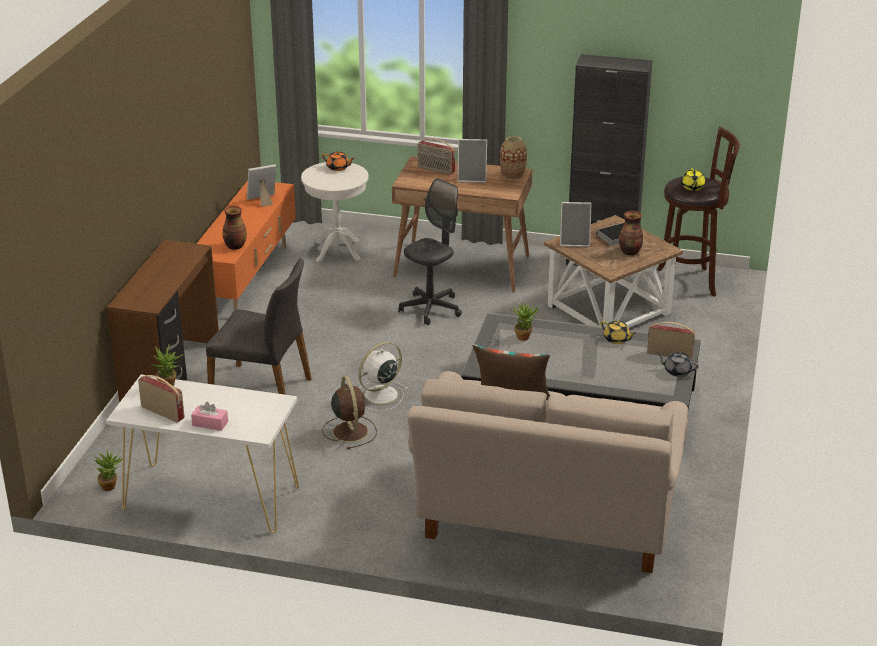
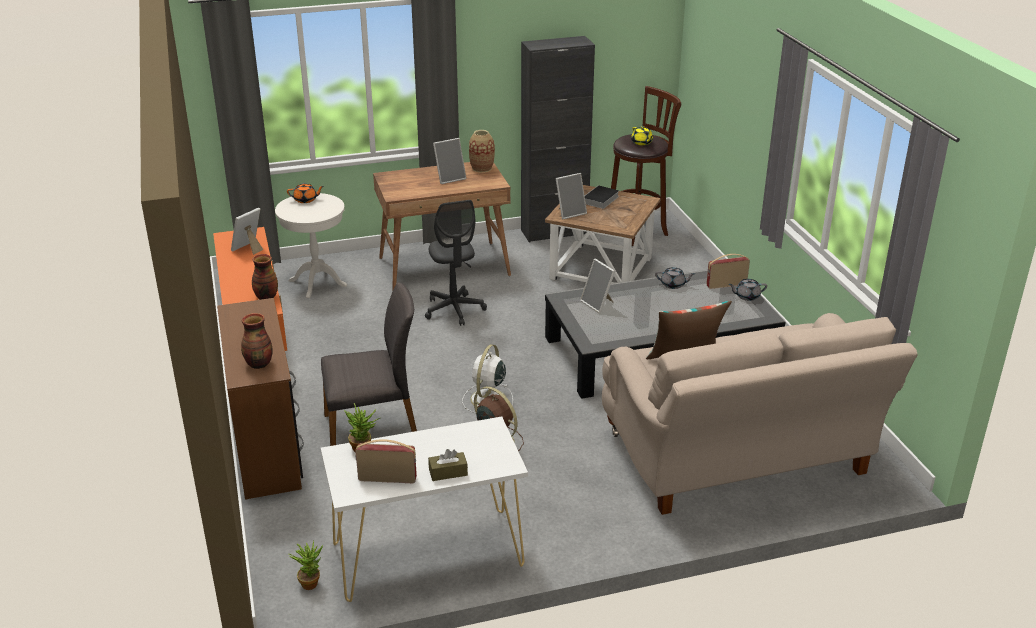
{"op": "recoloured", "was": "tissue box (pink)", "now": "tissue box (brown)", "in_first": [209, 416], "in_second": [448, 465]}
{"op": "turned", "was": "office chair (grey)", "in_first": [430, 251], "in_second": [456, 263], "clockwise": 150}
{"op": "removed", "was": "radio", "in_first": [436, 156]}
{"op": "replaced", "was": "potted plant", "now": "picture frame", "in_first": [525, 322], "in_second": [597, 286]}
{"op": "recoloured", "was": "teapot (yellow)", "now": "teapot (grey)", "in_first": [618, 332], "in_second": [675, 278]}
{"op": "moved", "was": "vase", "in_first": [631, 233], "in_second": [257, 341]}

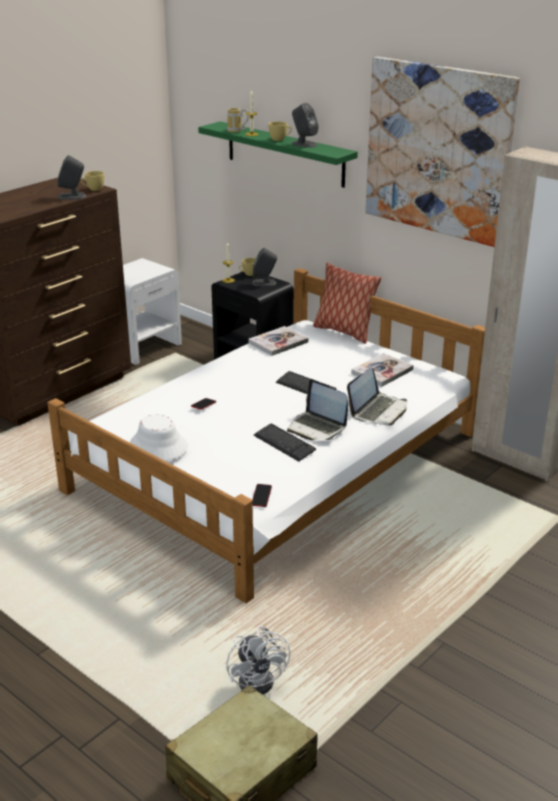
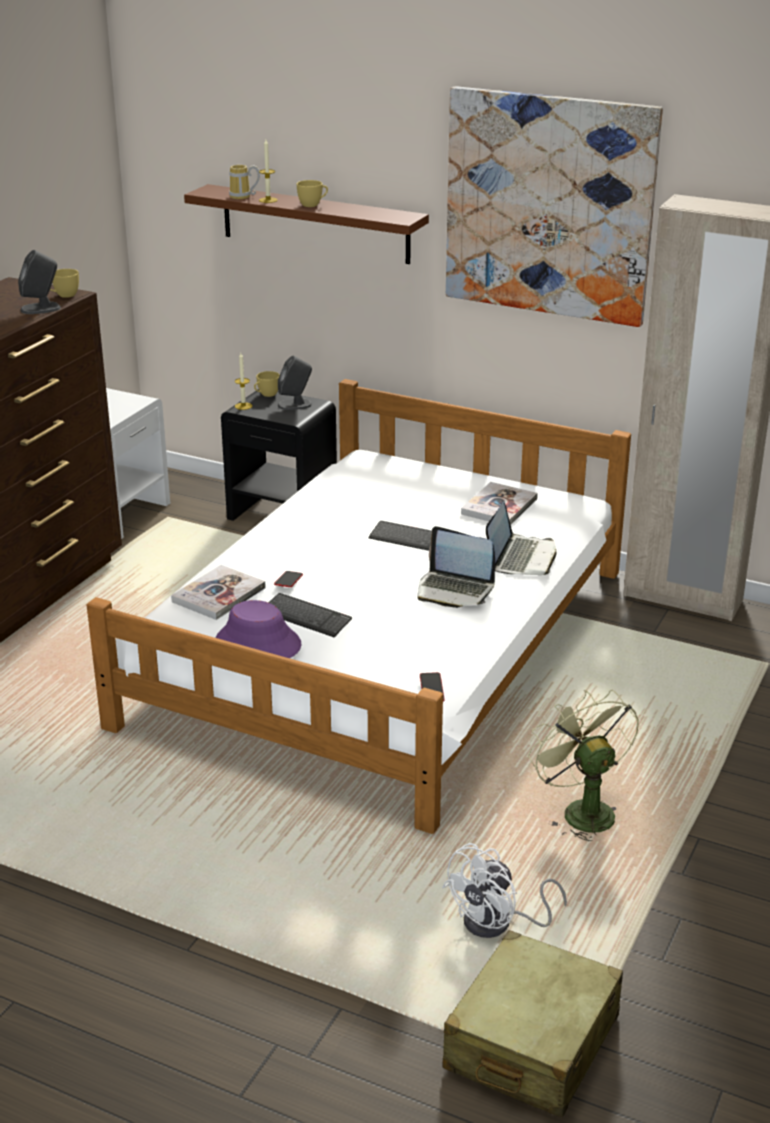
{"op": "recoloured", "was": "hat (white)", "now": "hat (purple)", "in_first": [159, 437], "in_second": [259, 629]}
{"op": "recoloured", "was": "shelf (green)", "now": "shelf (brown)", "in_first": [278, 154], "in_second": [306, 224]}
{"op": "turned", "was": "fan (white)", "in_first": [258, 660], "in_second": [504, 890], "clockwise": 75}
{"op": "moved", "was": "book", "in_first": [278, 341], "in_second": [218, 592]}
{"op": "moved", "was": "keyboard", "in_first": [285, 443], "in_second": [310, 615]}
{"op": "removed", "was": "speaker (grey)", "in_first": [305, 125]}
{"op": "removed", "was": "pillow", "in_first": [347, 303]}
{"op": "added", "now": "fan (green)", "in_second": [583, 766]}

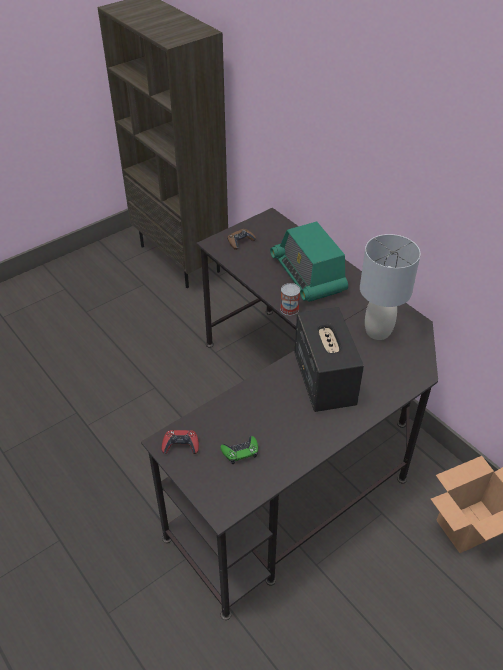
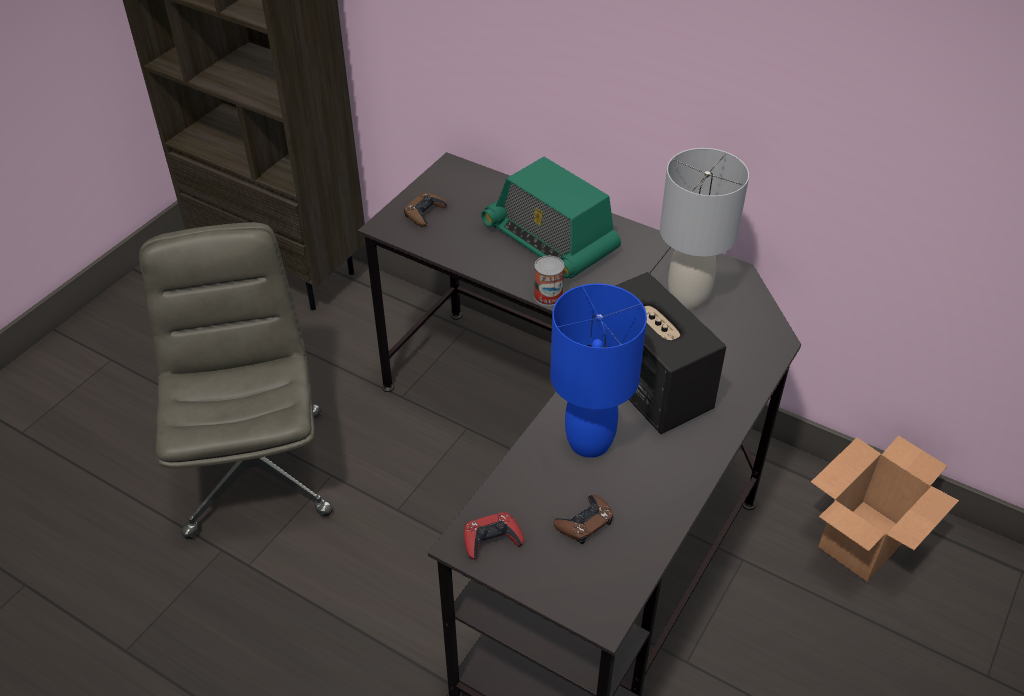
{"op": "recoloured", "was": "game controller (green)", "now": "game controller (brown)", "in_first": [239, 450], "in_second": [583, 519]}
{"op": "added", "now": "office chair (grey)", "in_second": [235, 380]}
{"op": "added", "now": "table lamp (blue)", "in_second": [598, 371]}

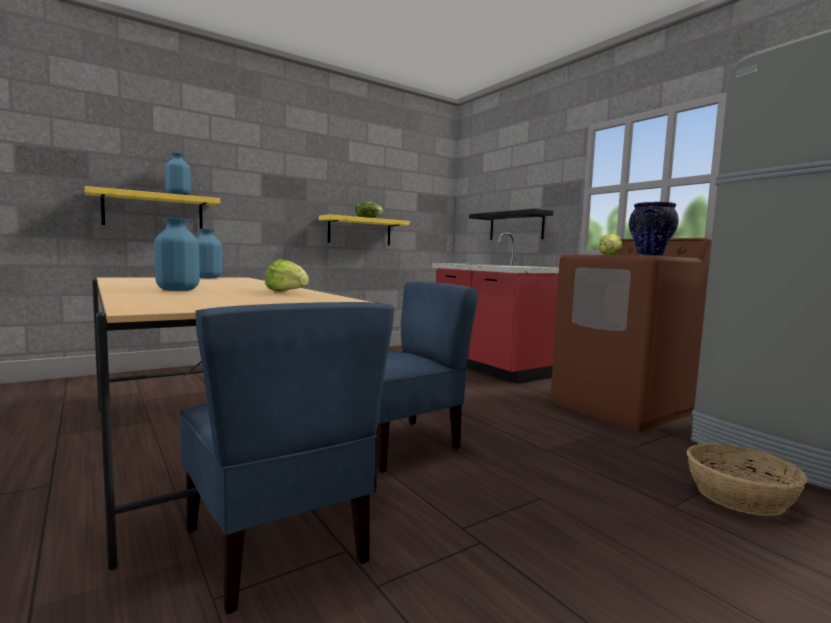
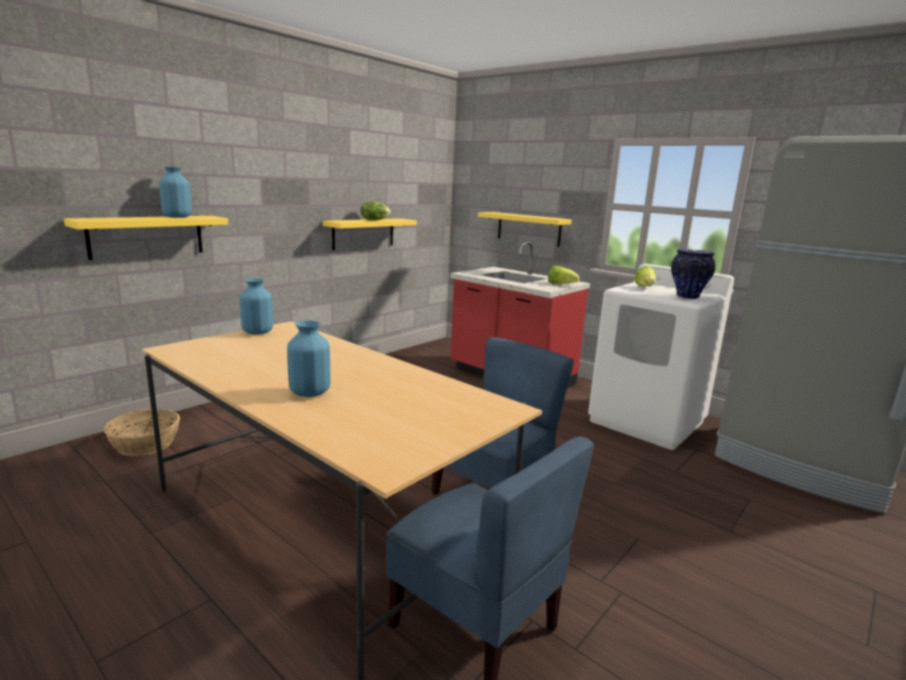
{"op": "moved", "was": "lettuce", "in_first": [287, 275], "in_second": [564, 274]}
{"op": "recoloured", "was": "shelf (black)", "now": "shelf (yellow)", "in_first": [511, 224], "in_second": [525, 229]}
{"op": "recoloured", "was": "washing machine (brown)", "now": "washing machine (white)", "in_first": [631, 335], "in_second": [661, 357]}
{"op": "moved", "was": "basket", "in_first": [747, 479], "in_second": [142, 432]}

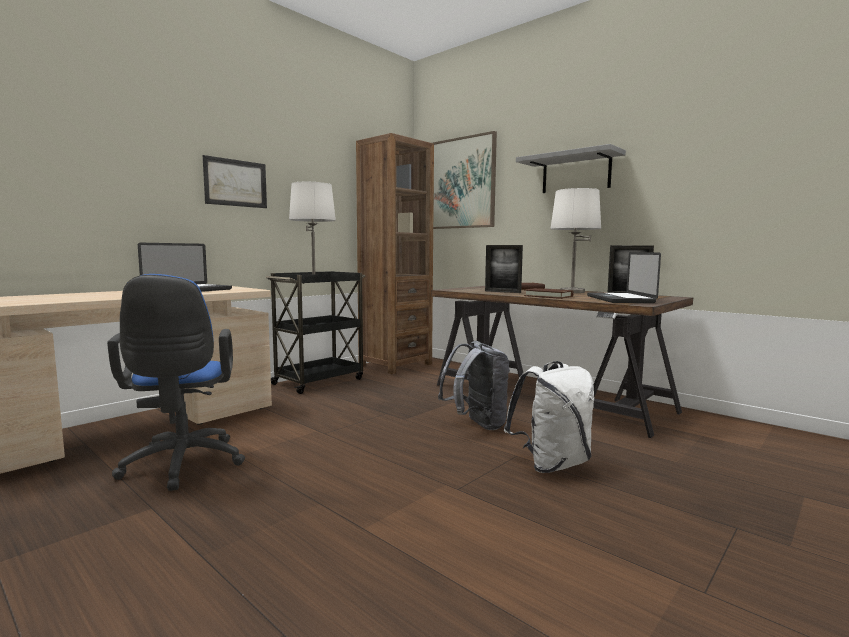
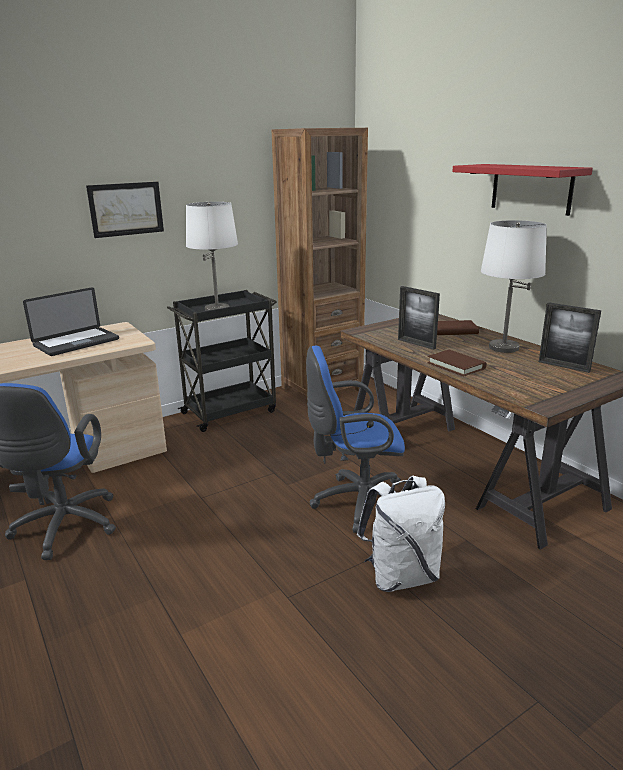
{"op": "removed", "was": "picture", "in_first": [465, 180]}
{"op": "replaced", "was": "backpack (grey)", "now": "office chair (blue)", "in_first": [474, 385], "in_second": [355, 439]}
{"op": "recoloured", "was": "shelf (grey)", "now": "shelf (red)", "in_first": [571, 168], "in_second": [522, 190]}
{"op": "removed", "was": "laptop", "in_first": [624, 277]}

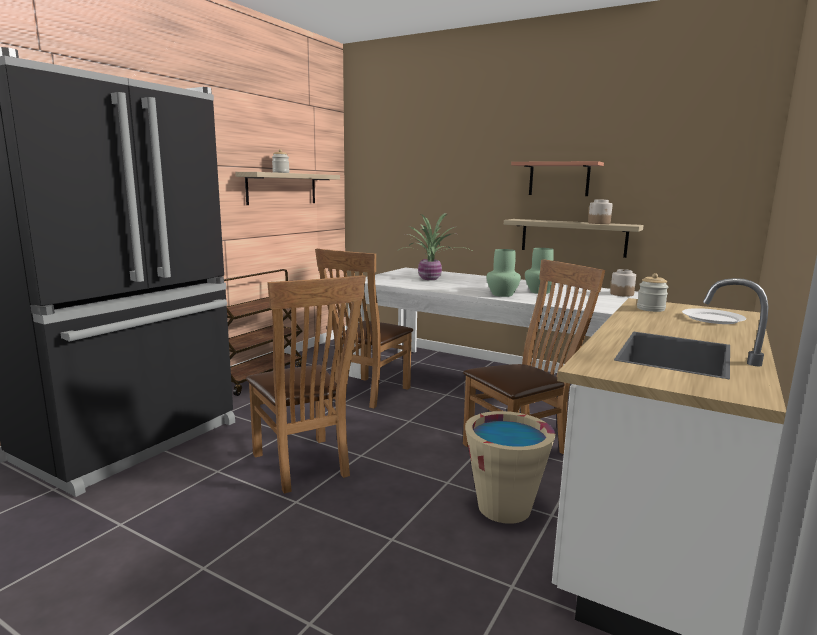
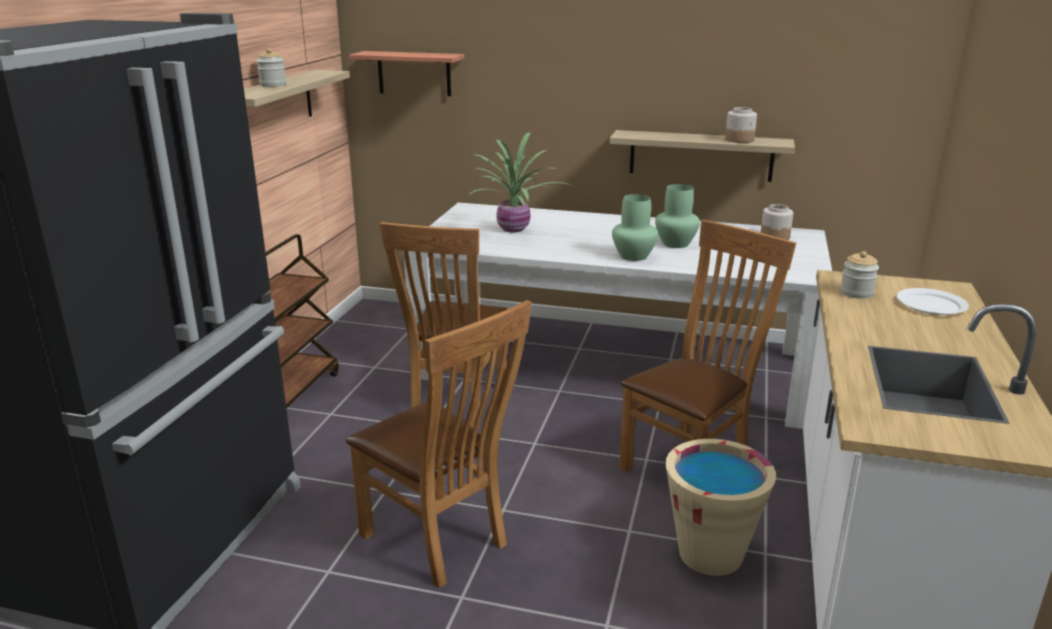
{"op": "moved", "was": "shelf", "in_first": [557, 178], "in_second": [406, 73]}

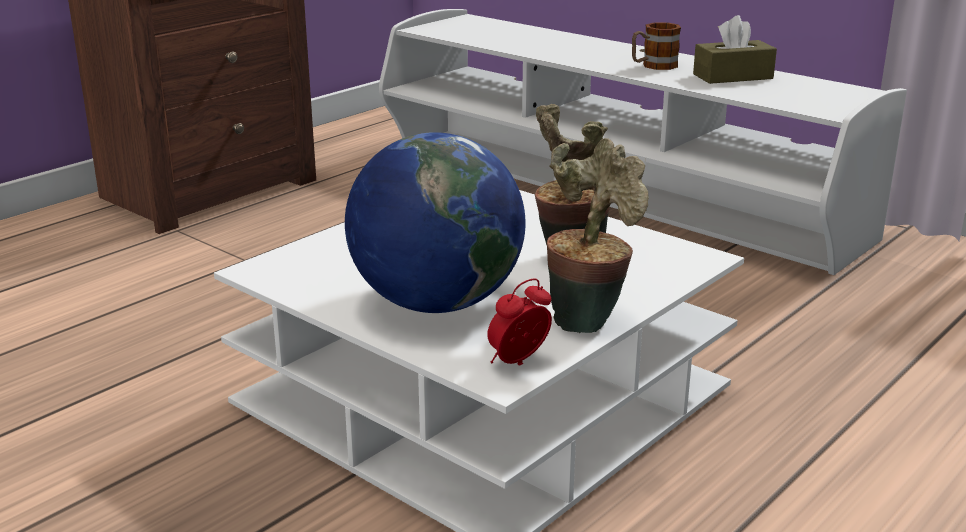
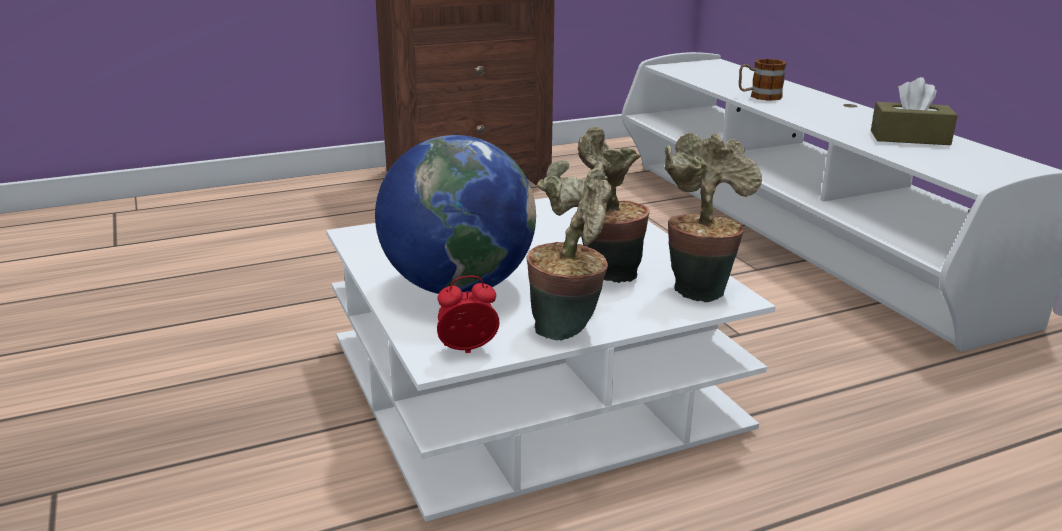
{"op": "moved", "was": "mug", "in_first": [656, 46], "in_second": [763, 80]}
{"op": "added", "now": "potted plant", "in_second": [713, 217]}

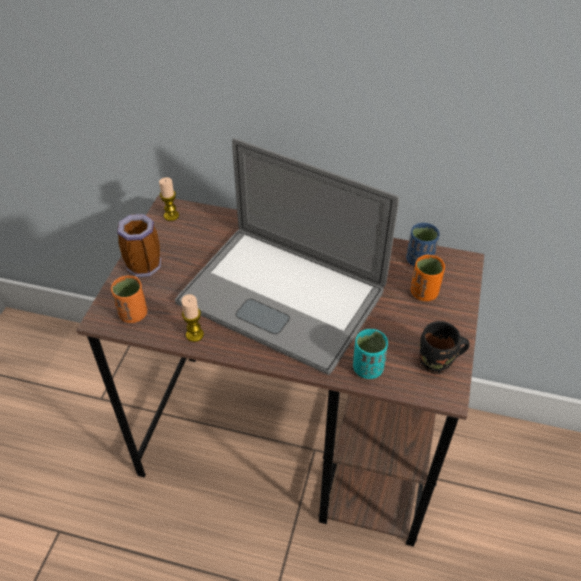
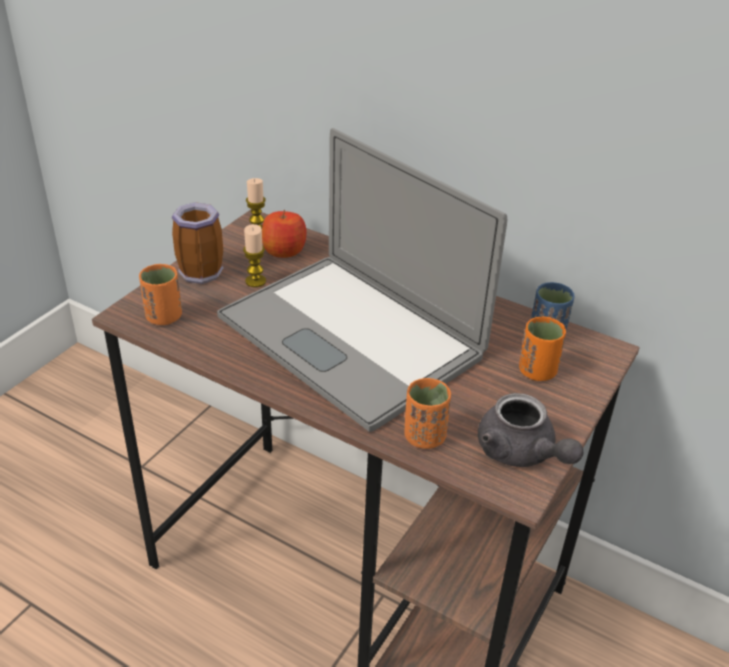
{"op": "moved", "was": "candle", "in_first": [192, 318], "in_second": [254, 255]}
{"op": "recoloured", "was": "cup (turquoise)", "now": "cup (orange)", "in_first": [370, 354], "in_second": [428, 413]}
{"op": "replaced", "was": "mug (black)", "now": "teapot (grey)", "in_first": [445, 347], "in_second": [531, 430]}
{"op": "added", "now": "apple", "in_second": [284, 234]}

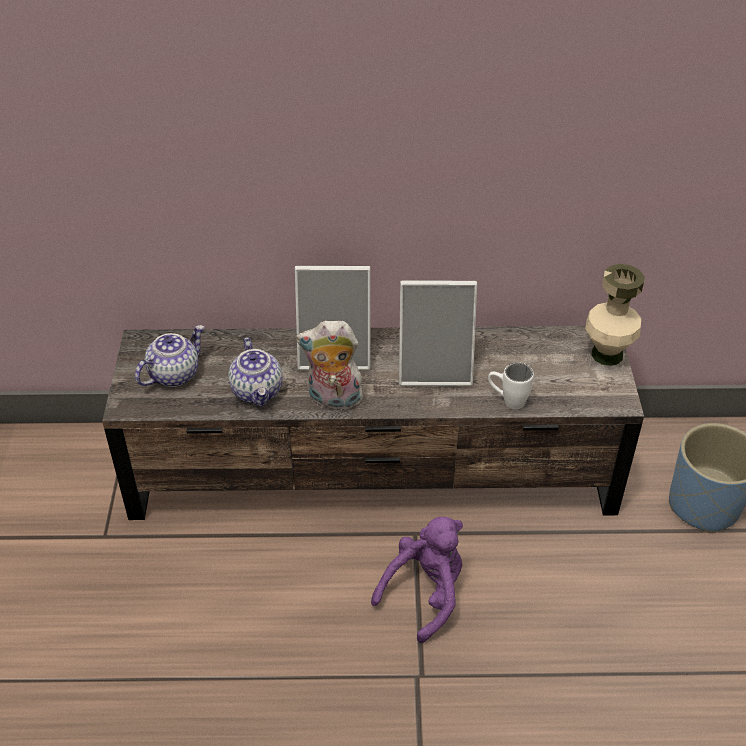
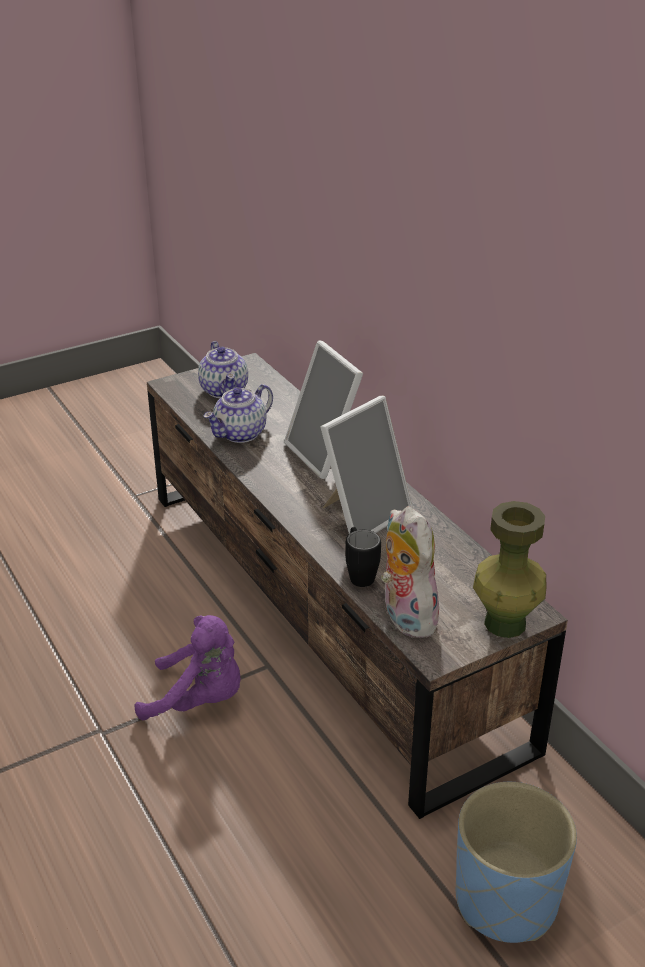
{"op": "turned", "was": "teapot", "in_first": [169, 356], "in_second": [223, 369], "clockwise": 60}
{"op": "moved", "was": "plush toy", "in_first": [330, 366], "in_second": [411, 572]}
{"op": "turned", "was": "picture frame", "in_first": [438, 333], "in_second": [366, 465], "clockwise": -105}
{"op": "recoloured", "was": "mug (white)", "now": "mug (black)", "in_first": [511, 386], "in_second": [363, 557]}
{"op": "recoloured", "was": "vase (beige)", "now": "vase (green)", "in_first": [614, 315], "in_second": [510, 569]}

